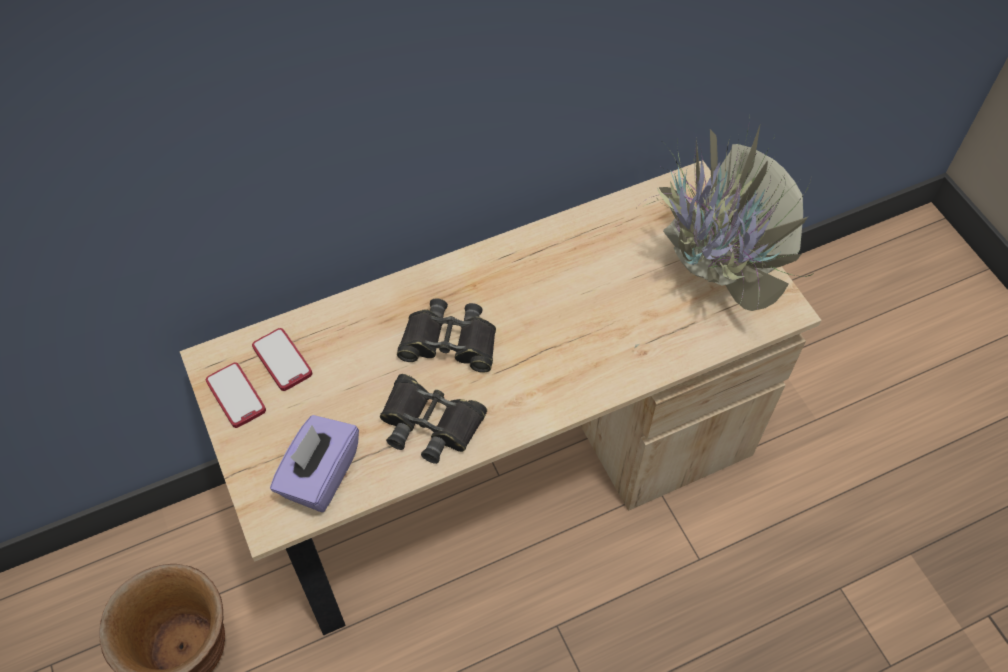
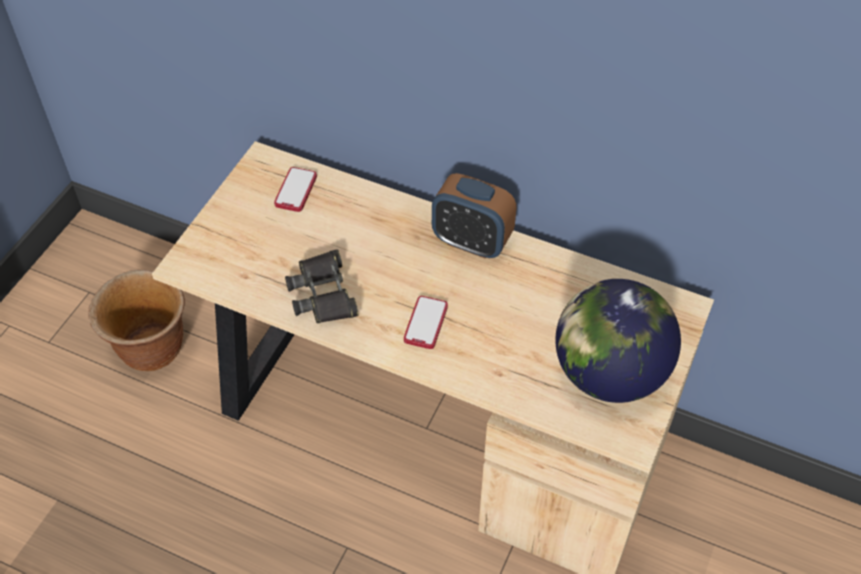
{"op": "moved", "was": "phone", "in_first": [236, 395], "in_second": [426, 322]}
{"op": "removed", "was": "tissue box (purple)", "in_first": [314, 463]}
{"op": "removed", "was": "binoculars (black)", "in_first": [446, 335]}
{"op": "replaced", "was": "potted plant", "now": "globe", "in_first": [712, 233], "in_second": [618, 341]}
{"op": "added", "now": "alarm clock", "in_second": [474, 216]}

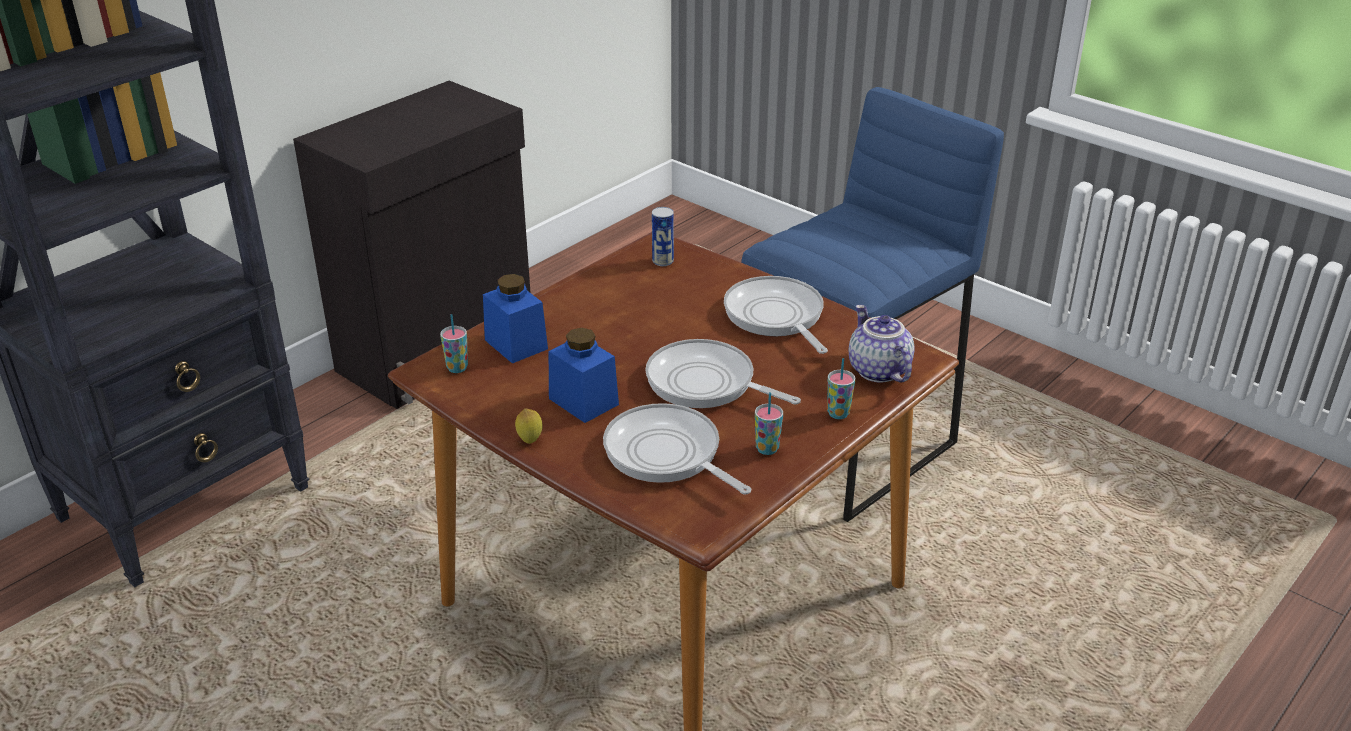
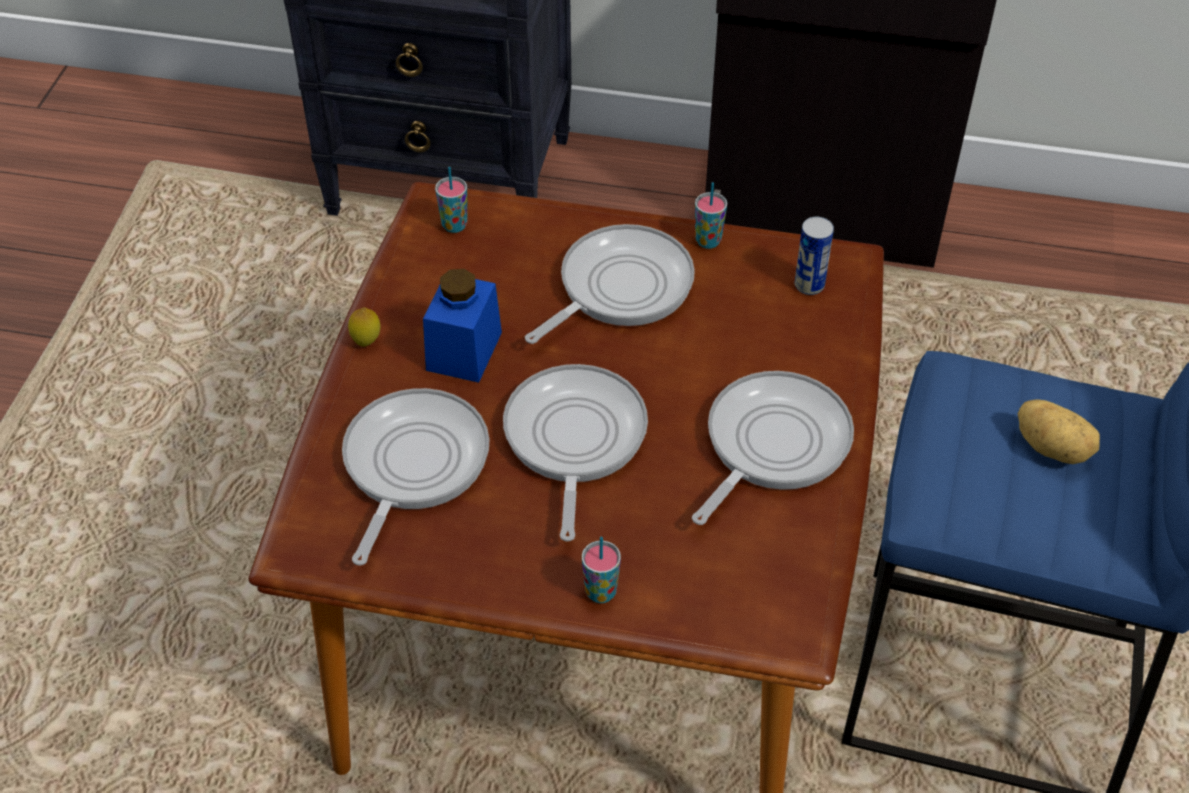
{"op": "removed", "was": "jar (blue)", "in_first": [515, 319]}
{"op": "moved", "was": "cup", "in_first": [769, 423], "in_second": [711, 215]}
{"op": "removed", "was": "teapot", "in_first": [882, 344]}
{"op": "added", "now": "frying pan", "in_second": [610, 284]}
{"op": "added", "now": "potato", "in_second": [1059, 431]}

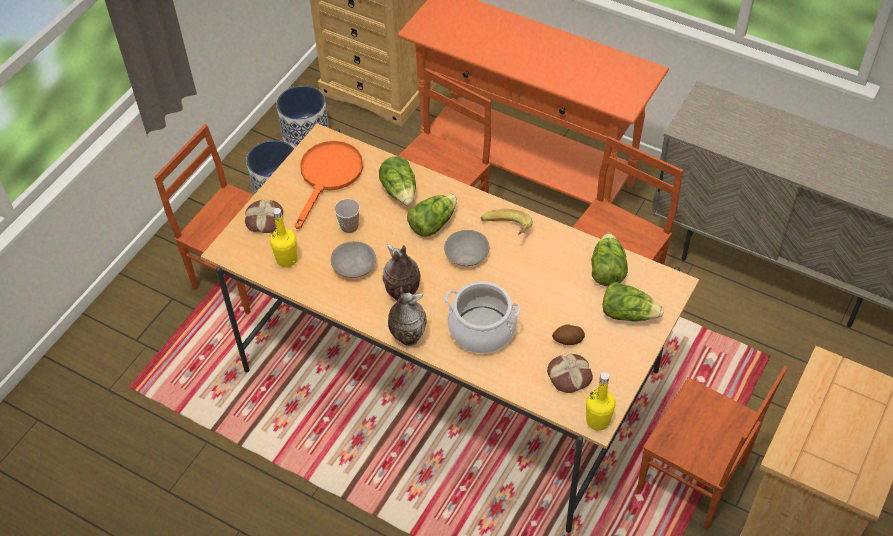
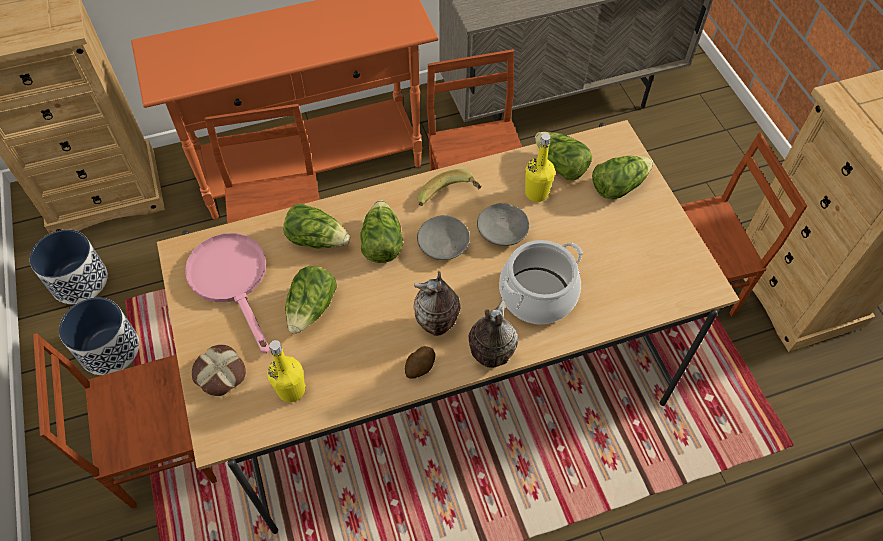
{"op": "recoloured", "was": "frying pan (orange)", "now": "frying pan (pink)", "in_first": [329, 185], "in_second": [227, 293]}
{"op": "moved", "was": "bowl (grey)", "in_first": [353, 259], "in_second": [503, 224]}
{"op": "replaced", "was": "cup", "now": "lettuce", "in_first": [347, 215], "in_second": [311, 300]}
{"op": "removed", "was": "bread", "in_first": [570, 373]}
{"op": "moved", "was": "potato", "in_first": [568, 334], "in_second": [420, 362]}
{"op": "moved", "was": "bottle (yellow)", "in_first": [600, 401], "in_second": [540, 167]}

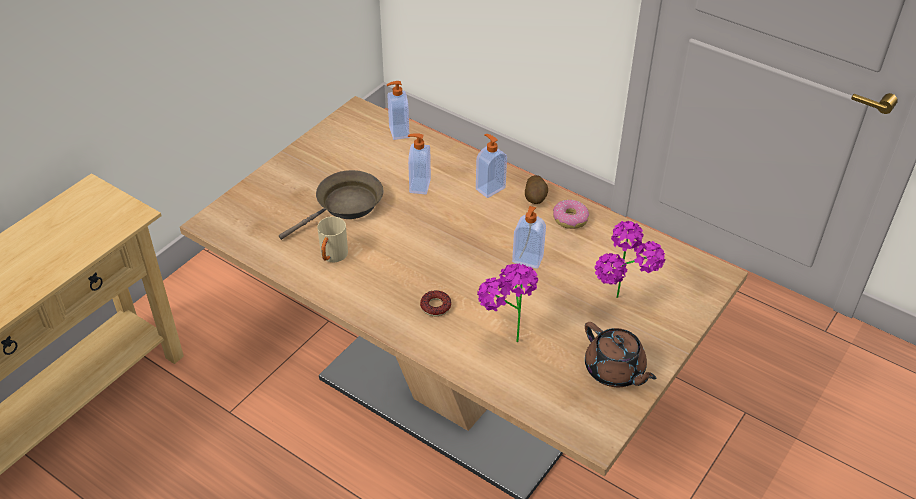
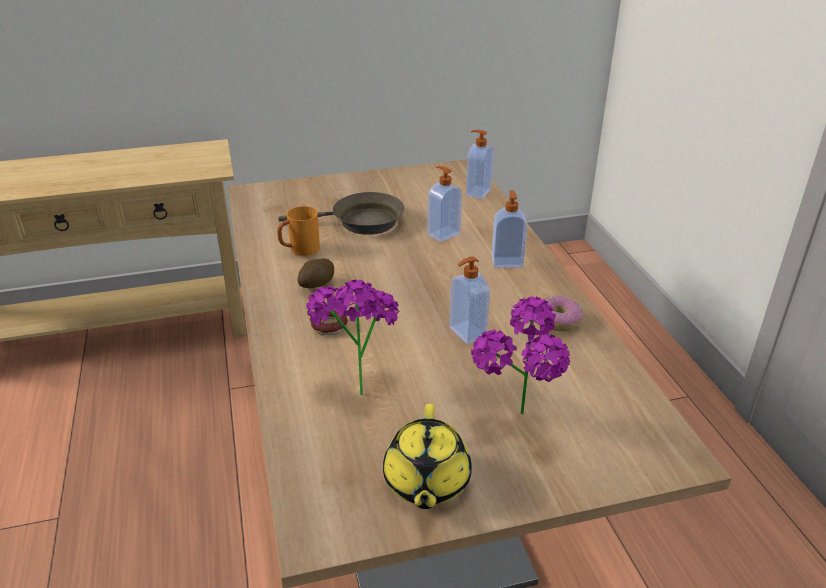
{"op": "recoloured", "was": "mug (beige)", "now": "mug (orange)", "in_first": [332, 239], "in_second": [298, 231]}
{"op": "moved", "was": "potato", "in_first": [536, 189], "in_second": [316, 273]}
{"op": "recoloured", "was": "teapot (brown)", "now": "teapot (yellow)", "in_first": [621, 354], "in_second": [427, 456]}

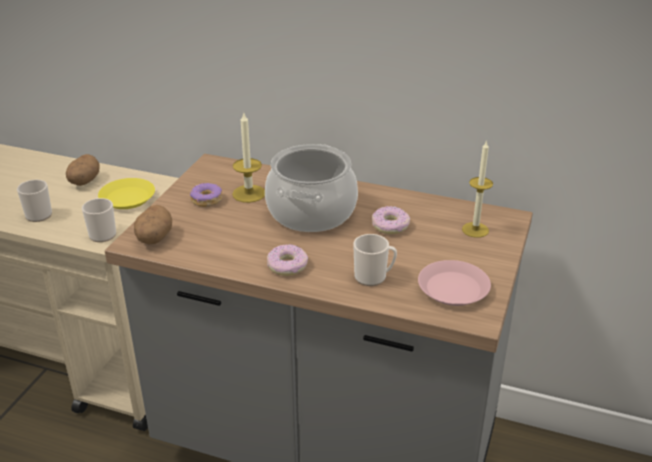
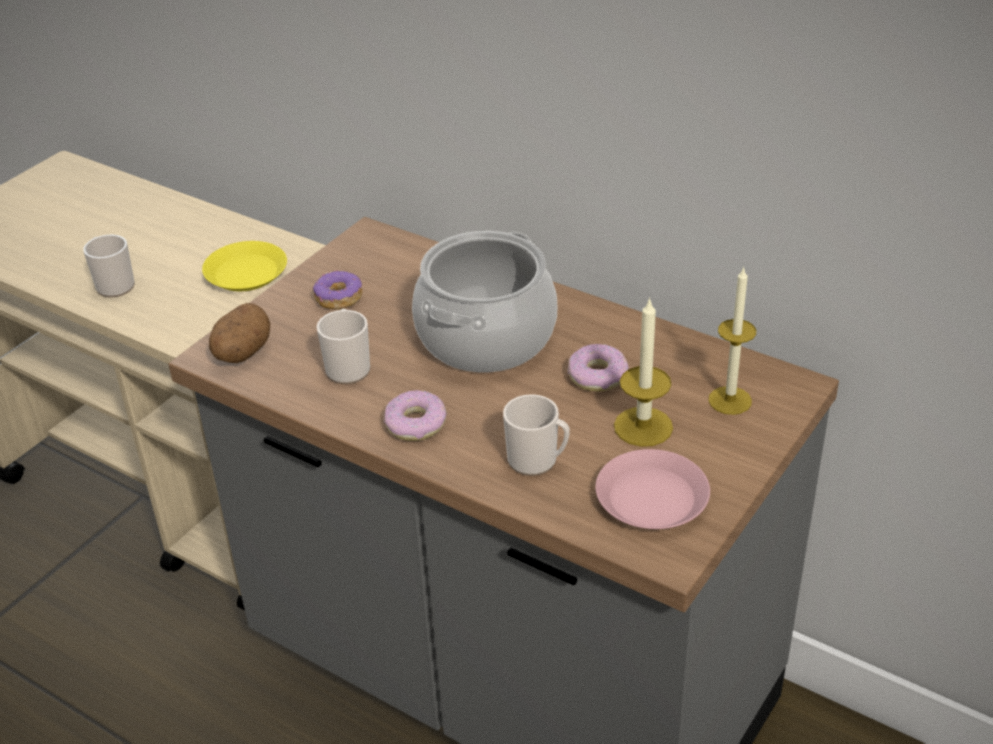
{"op": "removed", "was": "potato", "in_first": [83, 170]}
{"op": "moved", "was": "mug", "in_first": [99, 220], "in_second": [343, 346]}
{"op": "moved", "was": "candle", "in_first": [248, 158], "in_second": [643, 372]}

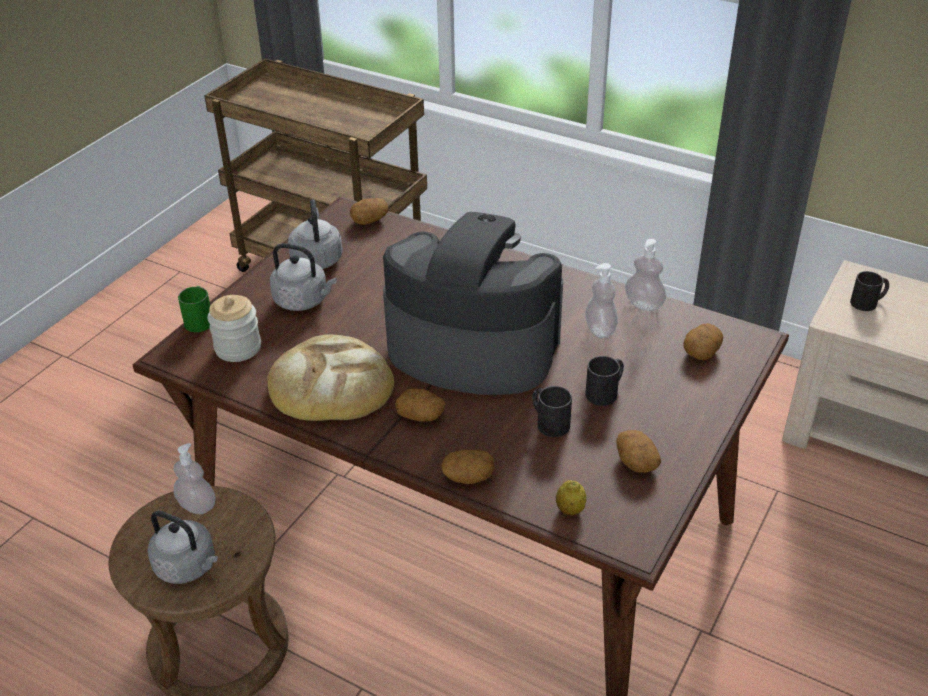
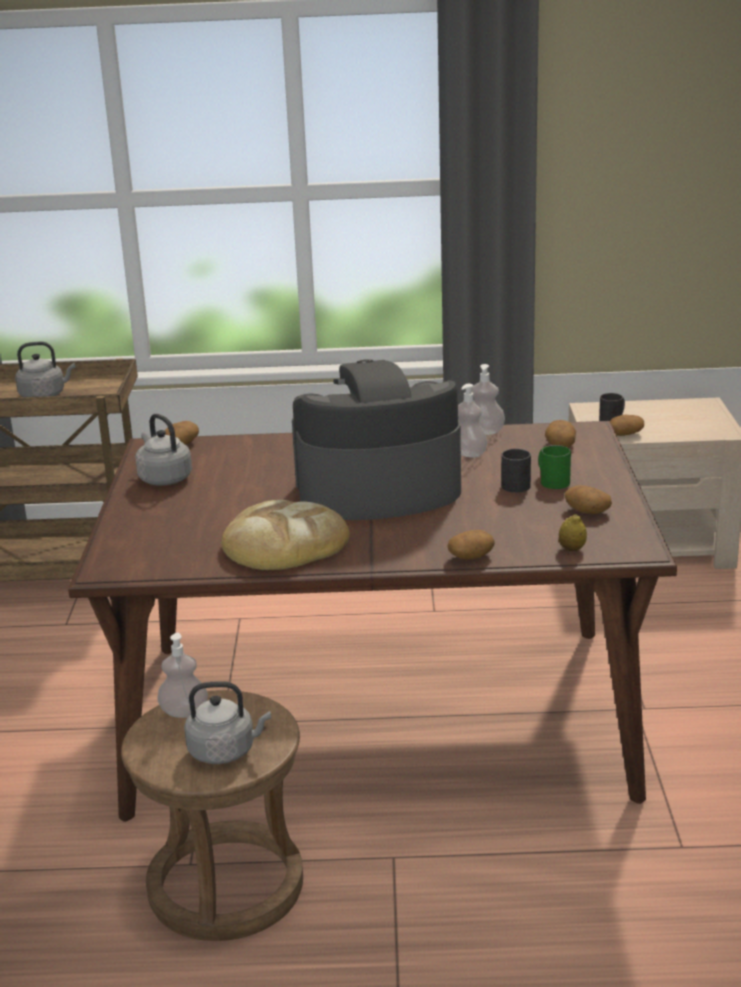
{"op": "moved", "was": "mug (green)", "in_first": [194, 309], "in_second": [555, 467]}
{"op": "removed", "was": "jar", "in_first": [234, 328]}
{"op": "moved", "was": "kettle (grey)", "in_first": [303, 277], "in_second": [45, 369]}
{"op": "moved", "was": "potato", "in_first": [420, 405], "in_second": [627, 425]}
{"op": "removed", "was": "mug (black)", "in_first": [552, 411]}

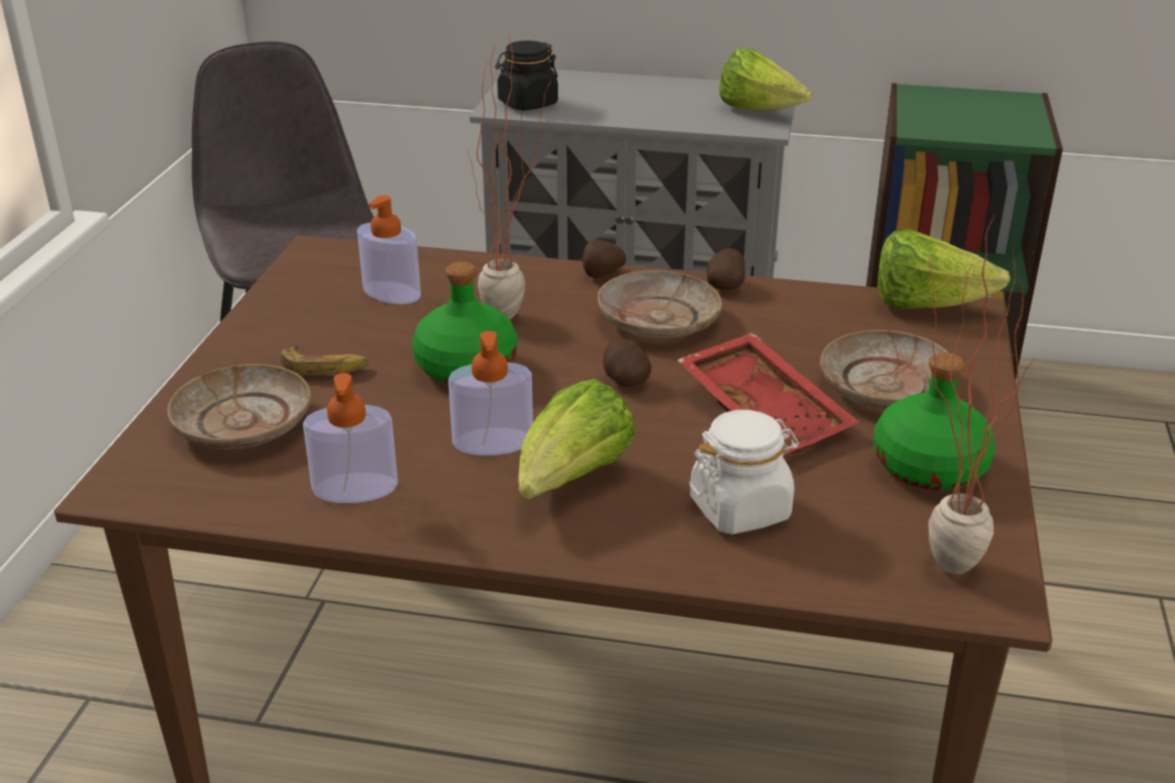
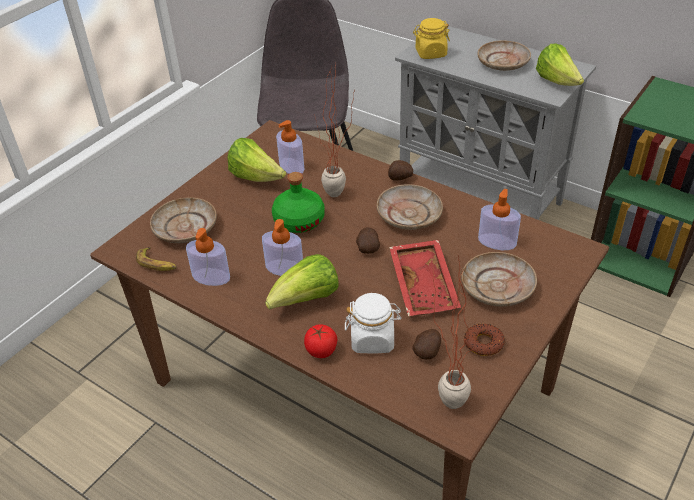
{"op": "moved", "was": "banana", "in_first": [324, 360], "in_second": [156, 259]}
{"op": "recoloured", "was": "jar (black)", "now": "jar (yellow)", "in_first": [526, 75], "in_second": [431, 38]}
{"op": "moved", "was": "potato", "in_first": [725, 269], "in_second": [426, 344]}
{"op": "replaced", "was": "bottle (green)", "now": "donut", "in_first": [934, 421], "in_second": [484, 340]}
{"op": "moved", "was": "lettuce", "in_first": [944, 269], "in_second": [256, 160]}
{"op": "added", "now": "tomato", "in_second": [320, 341]}
{"op": "added", "now": "plate (beige)", "in_second": [504, 55]}
{"op": "added", "now": "soap dispenser", "in_second": [499, 219]}

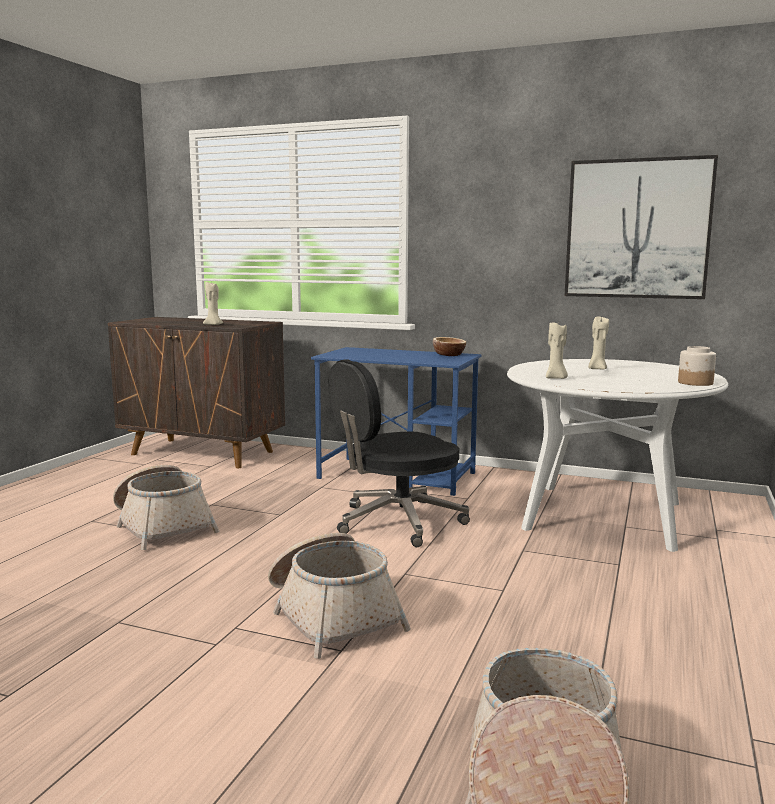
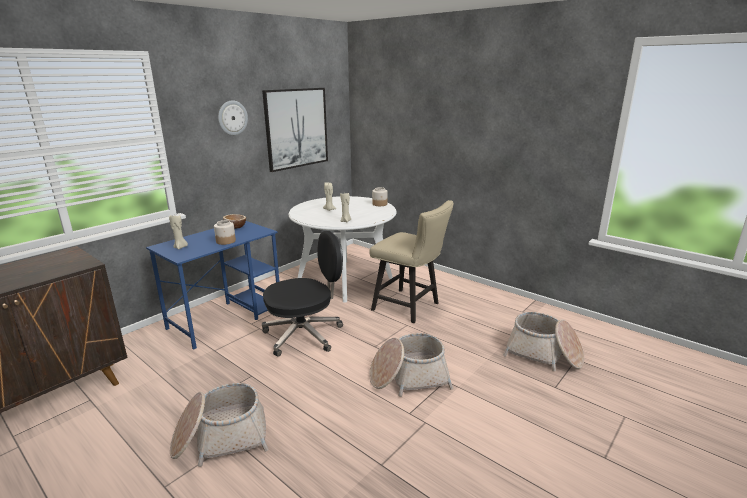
{"op": "moved", "was": "candle (beige)", "in_first": [213, 303], "in_second": [178, 231]}
{"op": "turned", "was": "office chair (black)", "in_first": [399, 453], "in_second": [302, 294], "clockwise": -105}
{"op": "added", "now": "jar", "in_second": [225, 232]}
{"op": "added", "now": "wall clock", "in_second": [233, 117]}
{"op": "added", "now": "chair (beige)", "in_second": [411, 261]}

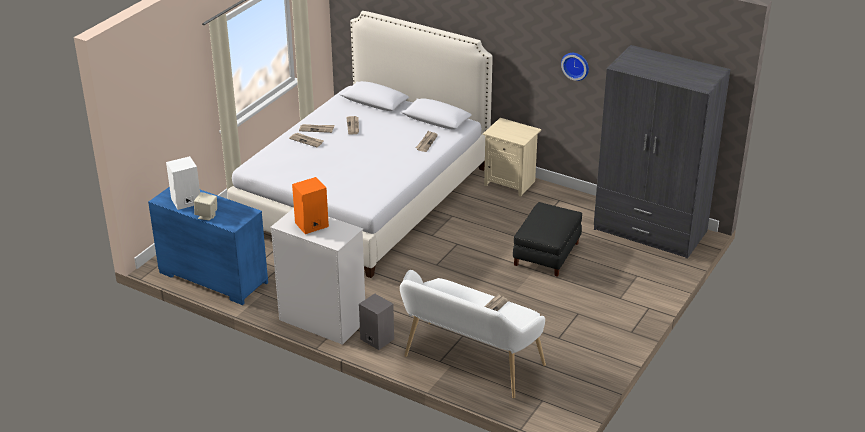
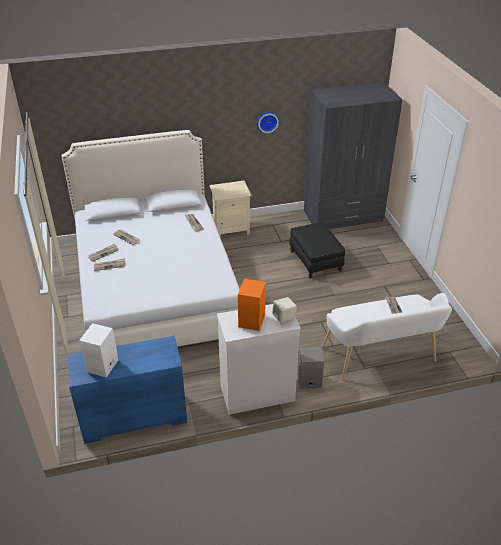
{"op": "moved", "was": "speaker (beige)", "in_first": [205, 206], "in_second": [284, 311]}

